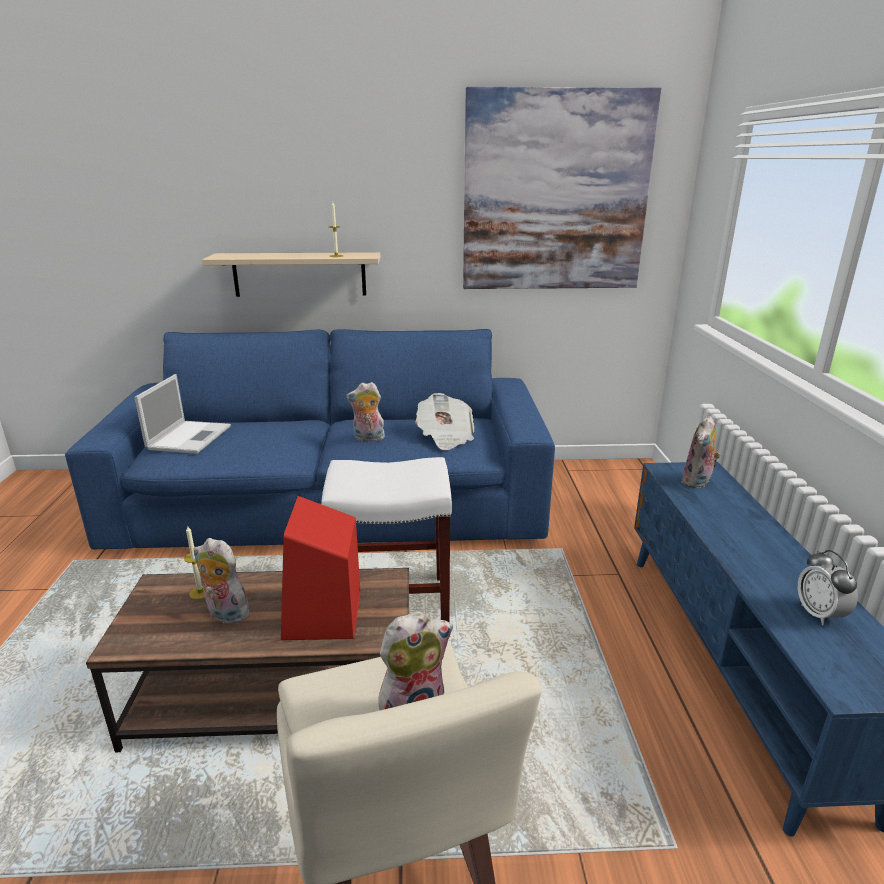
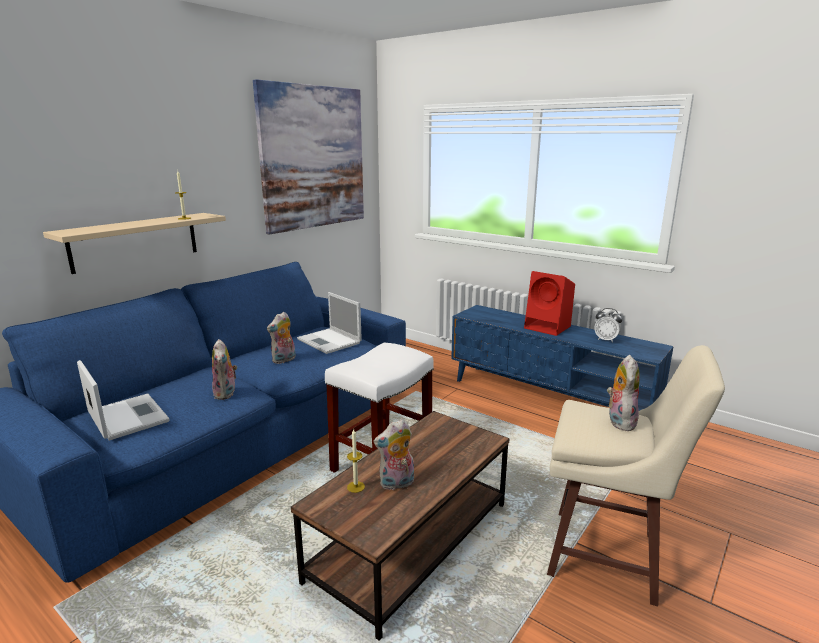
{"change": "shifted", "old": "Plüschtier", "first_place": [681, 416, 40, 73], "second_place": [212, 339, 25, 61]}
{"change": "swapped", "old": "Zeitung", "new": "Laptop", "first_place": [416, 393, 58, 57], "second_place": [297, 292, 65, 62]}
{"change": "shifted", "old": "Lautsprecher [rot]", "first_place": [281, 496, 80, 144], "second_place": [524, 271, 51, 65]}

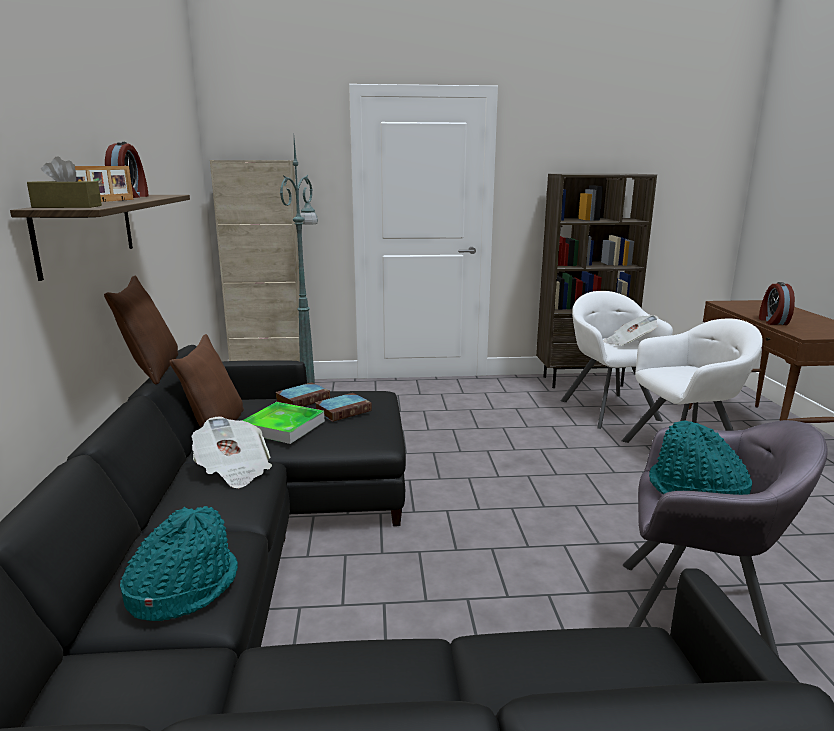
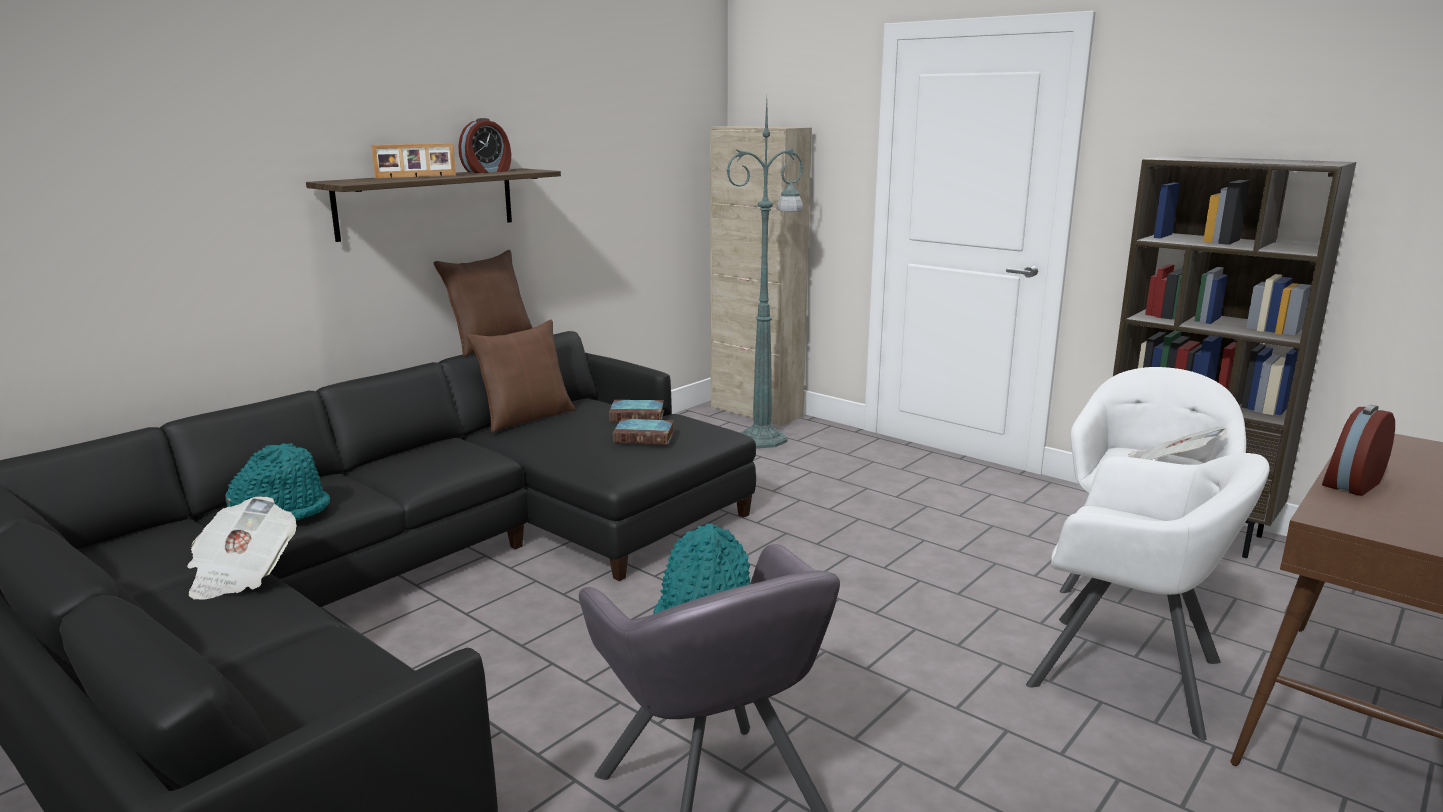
{"change": "shifted", "old": "Zeitung", "first_place": [192, 417, 80, 71], "second_place": [187, 496, 110, 104]}
{"change": "gone", "old": "Taschentuchbox [braun]", "first_place": [27, 157, 75, 51]}
{"change": "gone", "old": "Tablett", "first_place": [242, 402, 83, 42]}

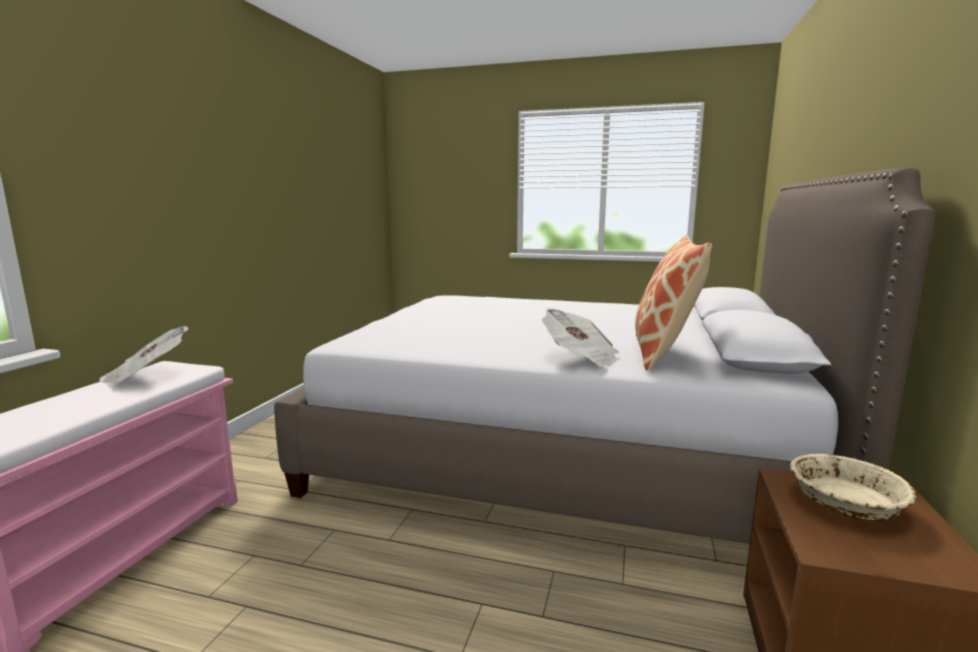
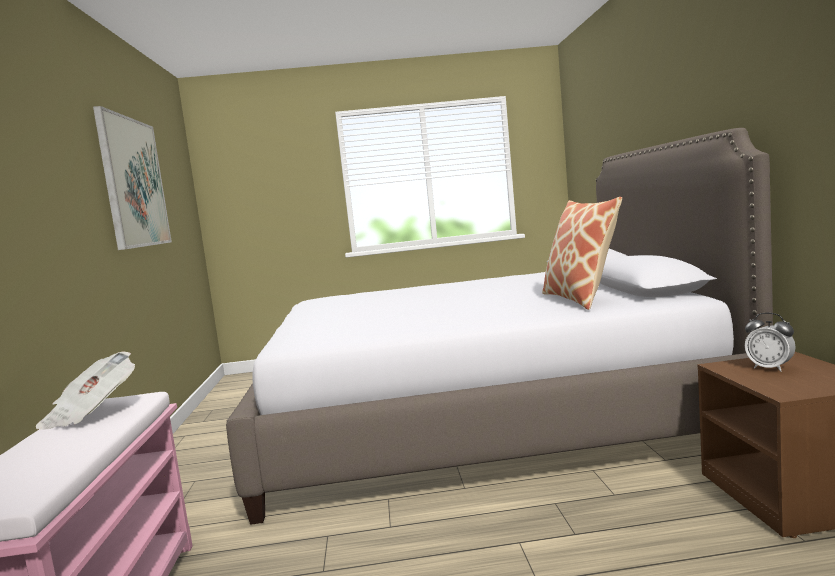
{"change": "new", "new": "Bild", "second_place": [93, 106, 79, 144]}
{"change": "swapped", "old": "Schüssel [beige]", "new": "Wecker", "first_place": [790, 454, 126, 67], "second_place": [745, 313, 51, 59]}
{"change": "gone", "old": "Zeitung", "first_place": [542, 308, 77, 60]}

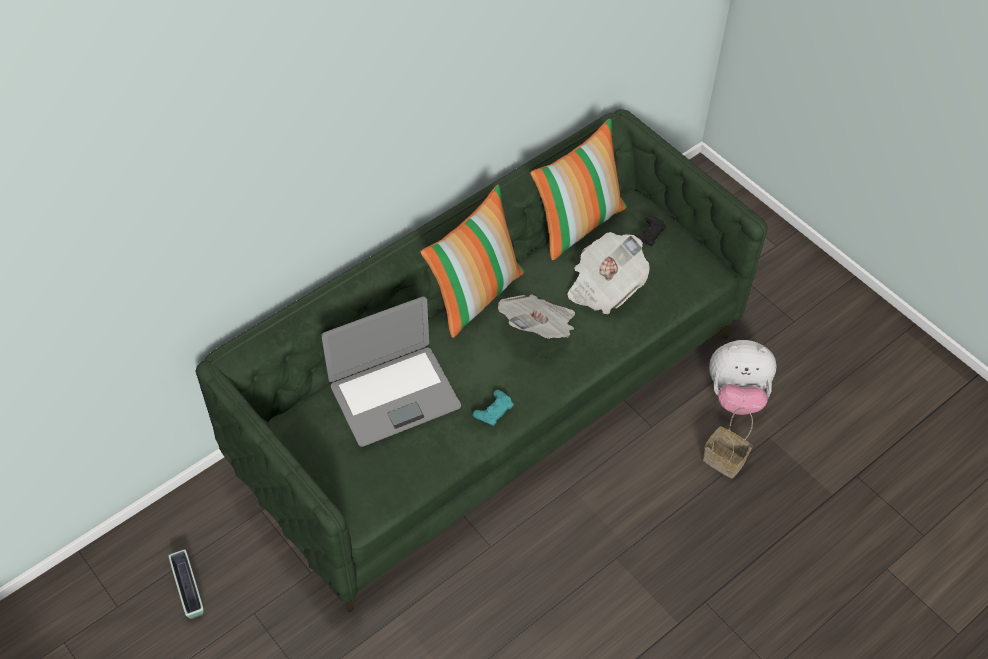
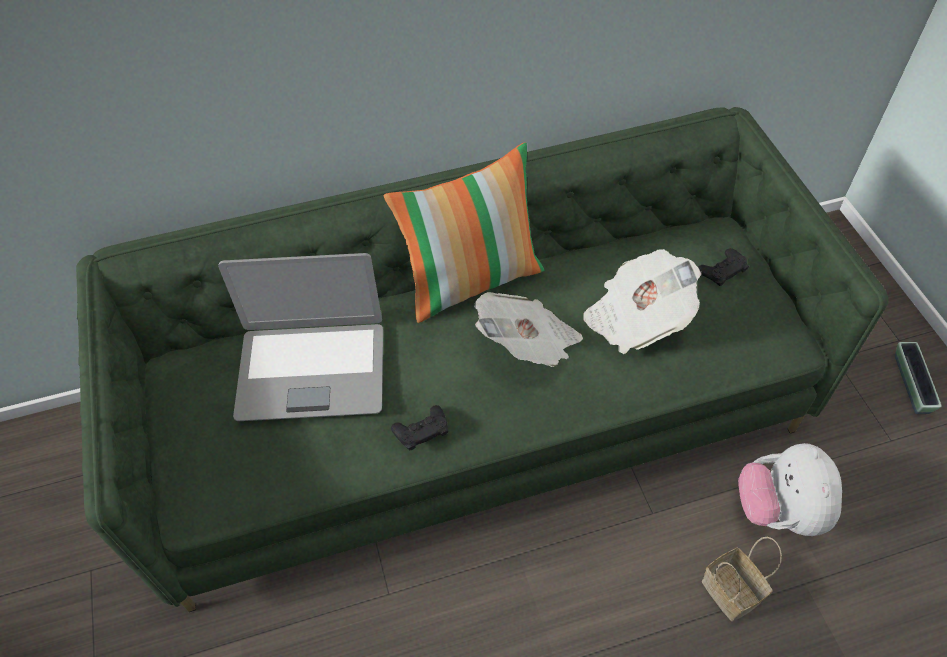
{"change": "repainted", "old": "Gamepad [türkis]", "new": "Gamepad [schwarz]", "first_place": [473, 390, 41, 36], "second_place": [391, 405, 57, 45]}
{"change": "rotated", "old": "Plüschtier", "first_place": [709, 340, 68, 75], "second_place": [738, 443, 104, 93], "degrees": 60}
{"change": "shifted", "old": "Pflanzkübel", "first_place": [169, 549, 35, 70], "second_place": [895, 342, 46, 72]}
{"change": "gone", "old": "Kissen", "first_place": [530, 118, 97, 142]}

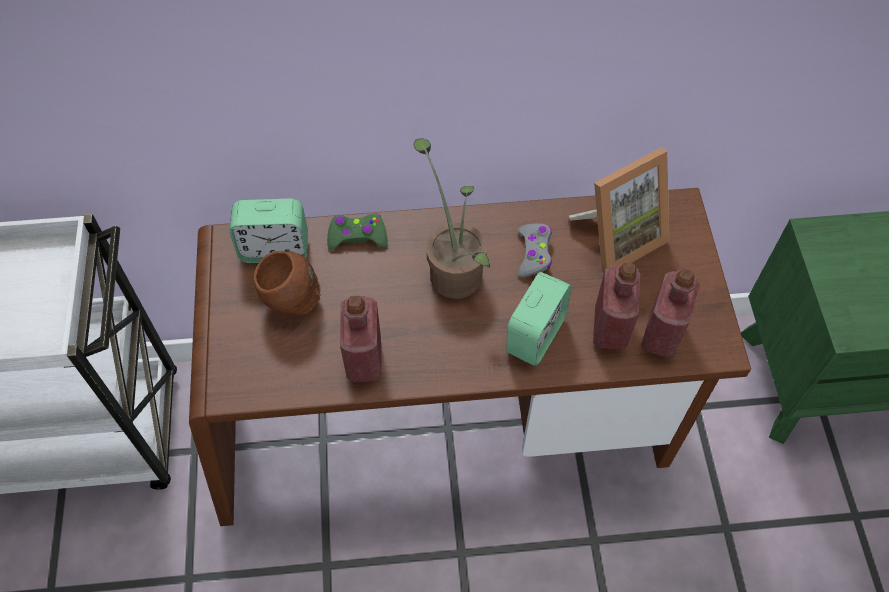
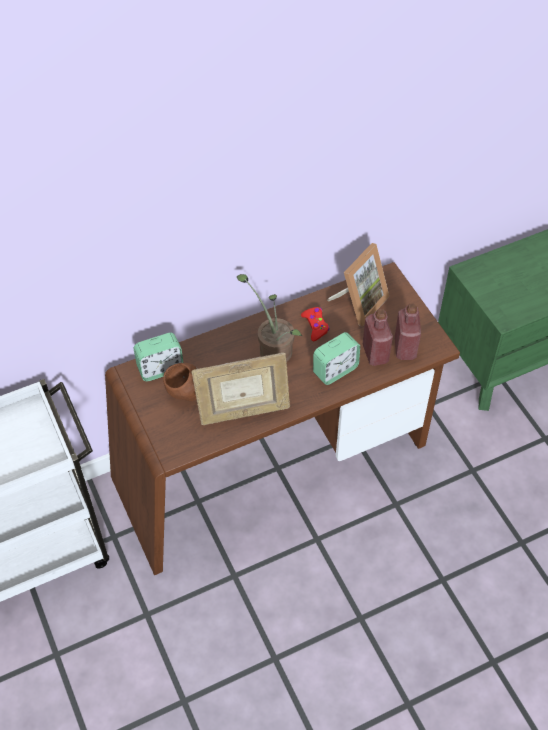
{"change": "swapped", "old": "Flasche [rot]", "new": "Bilderrahmen", "first_place": [340, 296, 41, 86], "second_place": [191, 353, 99, 72]}
{"change": "repainted", "old": "Gamepad [grau]", "new": "Gamepad [rot]", "first_place": [518, 223, 34, 55], "second_place": [301, 307, 28, 34]}
{"change": "rotated", "old": "Wecker", "first_place": [506, 272, 65, 94], "second_place": [313, 332, 47, 53], "degrees": 45}
{"change": "gone", "old": "Gamepad [grün]", "first_place": [327, 213, 61, 37]}

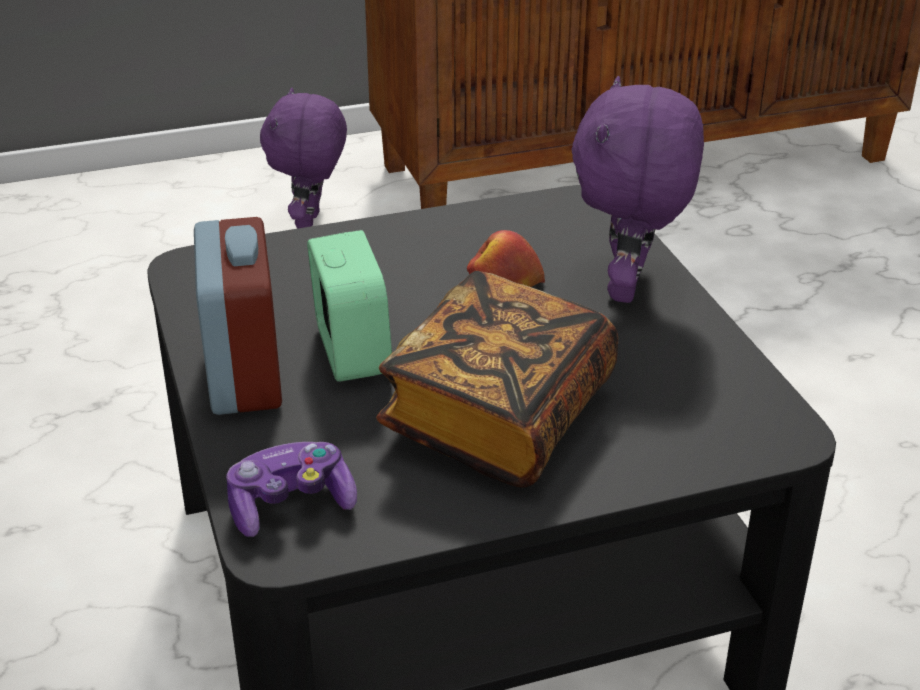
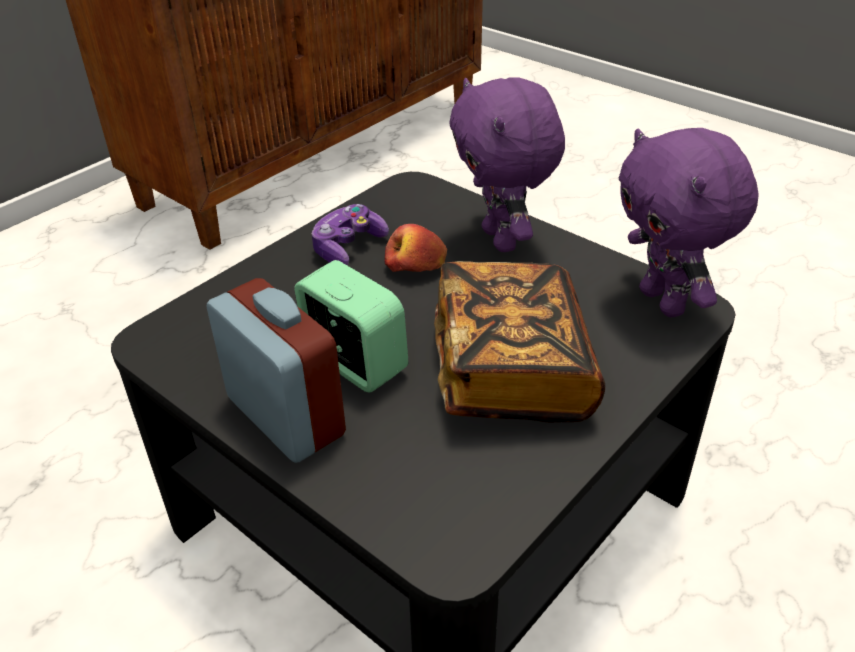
{"change": "shifted", "old": "Gamepad", "first_place": [226, 442, 131, 95], "second_place": [312, 204, 77, 61]}
{"change": "shifted", "old": "Plüschtier [lila]", "first_place": [260, 88, 87, 140], "second_place": [619, 128, 140, 189]}

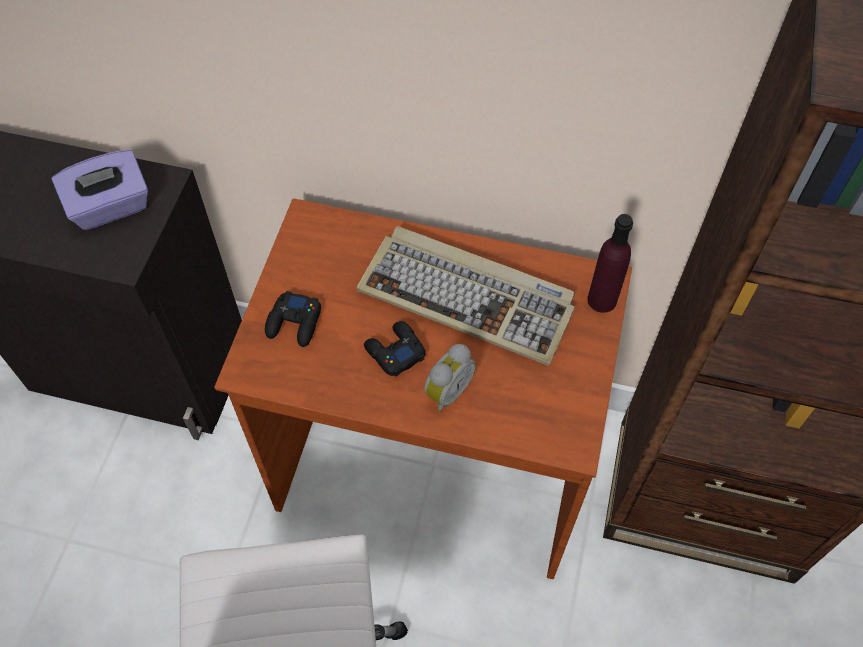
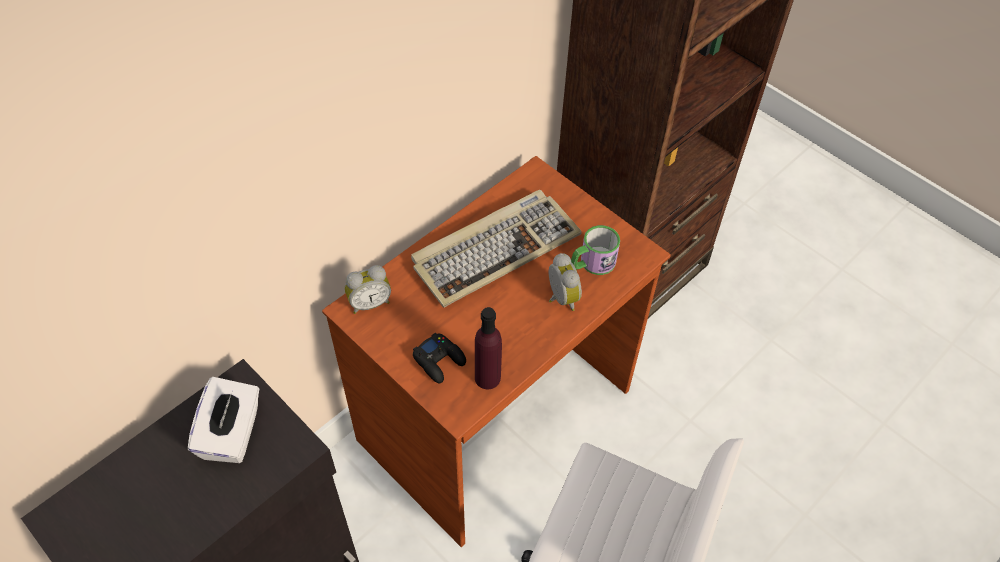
{"change": "repainted", "old": "Taschentuchbox [lila]", "new": "Taschentuchbox [weiß]", "first_place": [51, 150, 97, 80], "second_place": [188, 377, 71, 86]}
{"change": "new", "new": "Wecker", "second_place": [345, 265, 46, 49]}
{"change": "shifted", "old": "Flasche [lila]", "first_place": [587, 214, 46, 99], "second_place": [475, 307, 27, 83]}
{"change": "new", "new": "Henkelbecher", "second_place": [571, 225, 49, 50]}
{"change": "gone", "old": "Gamepad [schwarz]", "first_place": [364, 321, 62, 55]}

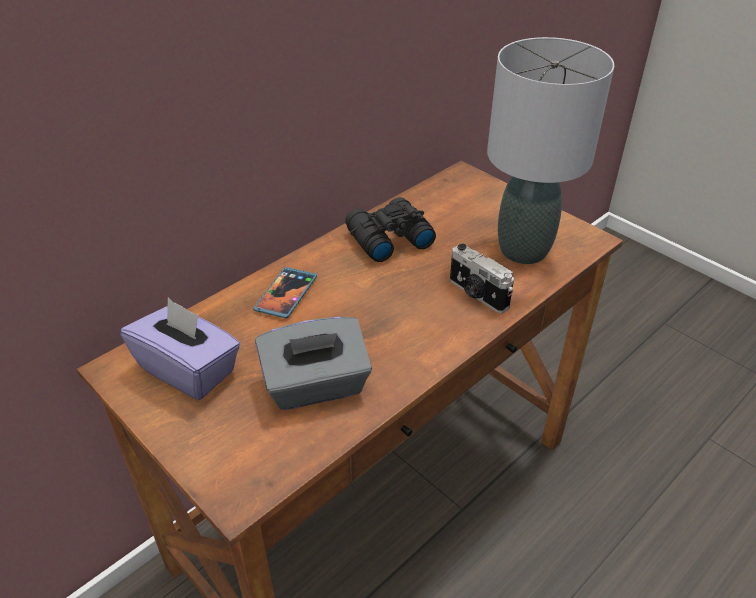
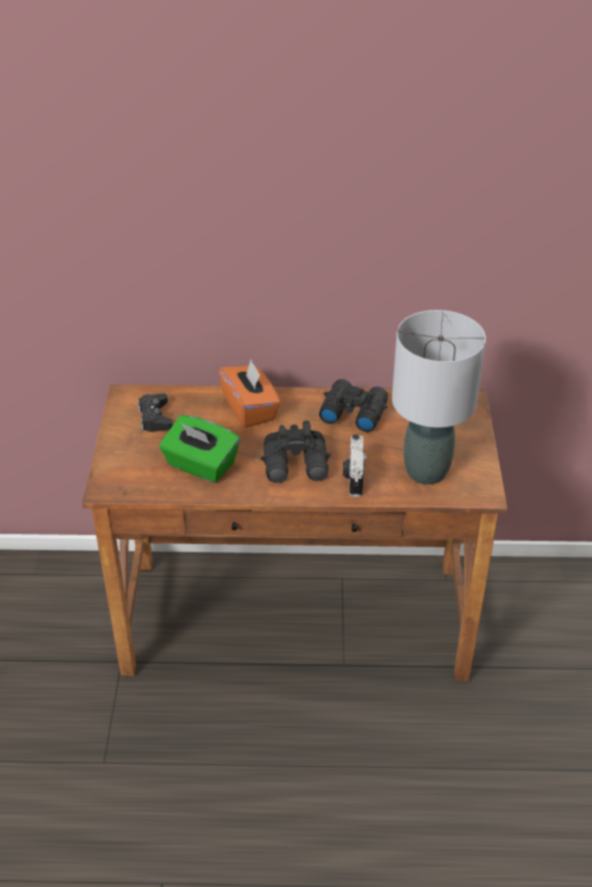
{"change": "swapped", "old": "Taschentuchbox [lila]", "new": "Gamepad [schwarz]", "first_place": [120, 298, 120, 102], "second_place": [138, 393, 35, 39]}
{"change": "repainted", "old": "Taschentuchbox [grau]", "new": "Taschentuchbox [grün]", "first_place": [255, 317, 117, 93], "second_place": [159, 415, 81, 68]}
{"change": "swapped", "old": "Handy", "new": "Taschentuchbox [orange]", "first_place": [253, 267, 64, 52], "second_place": [218, 360, 63, 68]}
{"change": "new", "new": "Fernglas [schwarz]", "second_place": [261, 420, 70, 63]}

